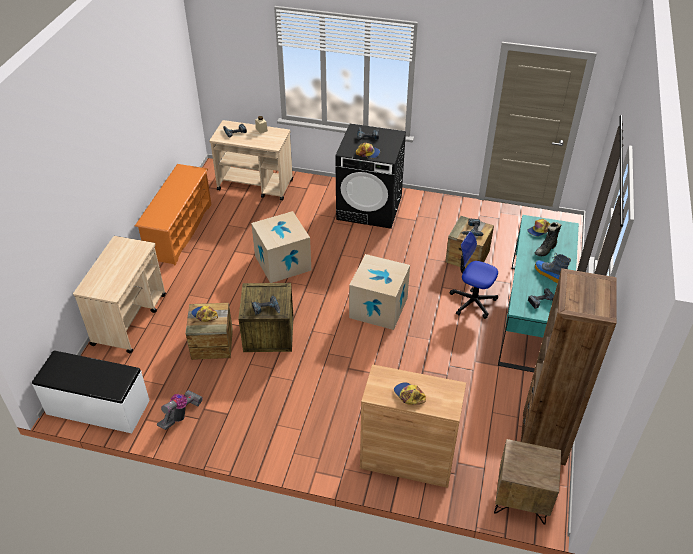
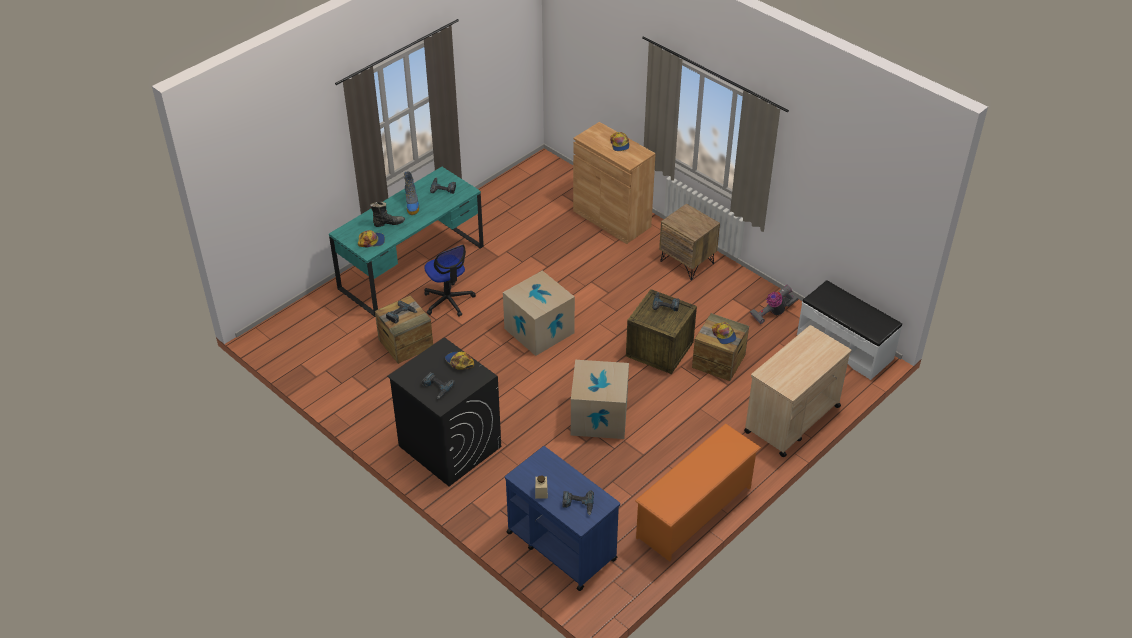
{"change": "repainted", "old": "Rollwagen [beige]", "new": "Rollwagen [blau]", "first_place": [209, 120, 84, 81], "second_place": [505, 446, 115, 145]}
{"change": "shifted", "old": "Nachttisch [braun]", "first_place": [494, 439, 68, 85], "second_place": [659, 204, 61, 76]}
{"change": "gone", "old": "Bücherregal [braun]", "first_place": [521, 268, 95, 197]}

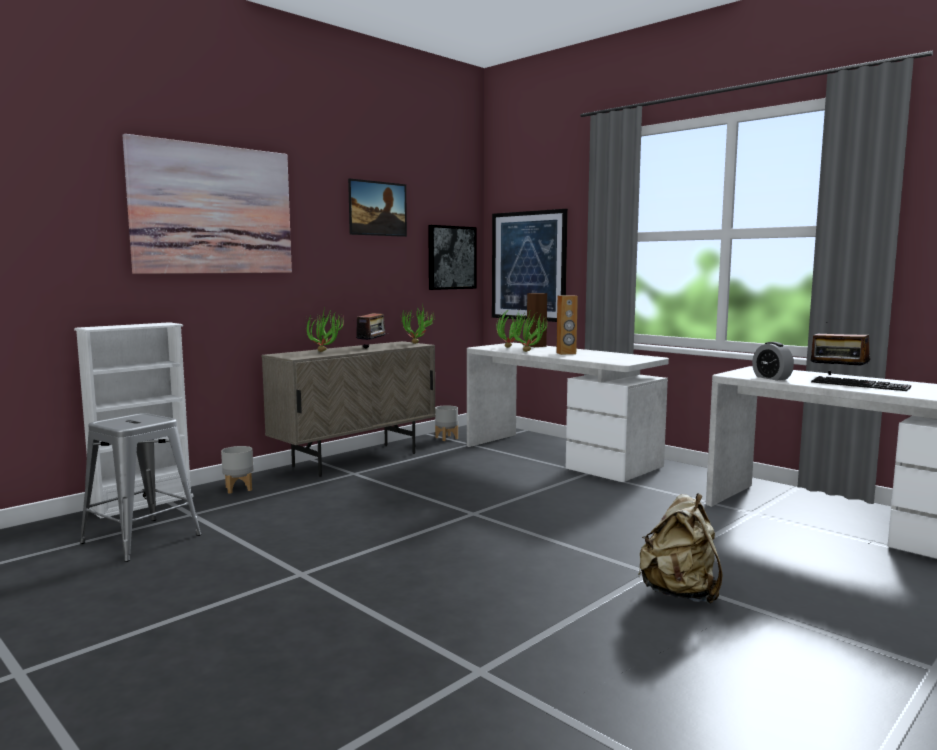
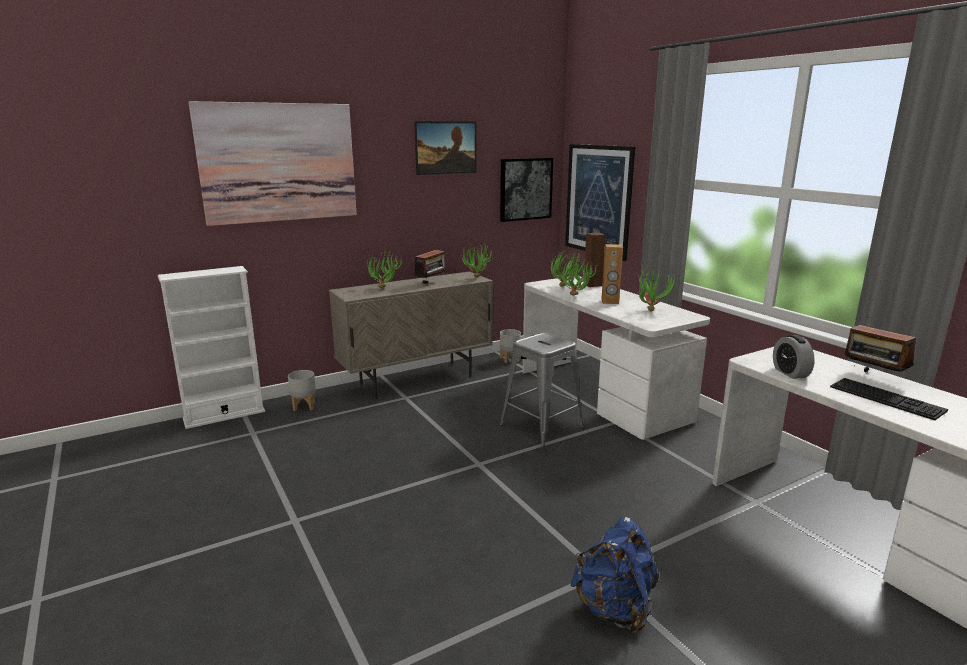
{"change": "shifted", "old": "Hocker [grau]", "first_place": [80, 413, 121, 149], "second_place": [500, 333, 84, 114]}
{"change": "repainted", "old": "Rucksack [beige]", "new": "Rucksack [blau]", "first_place": [638, 493, 85, 111], "second_place": [570, 517, 89, 116]}
{"change": "new", "new": "Topfpflanze", "second_place": [637, 267, 40, 45]}

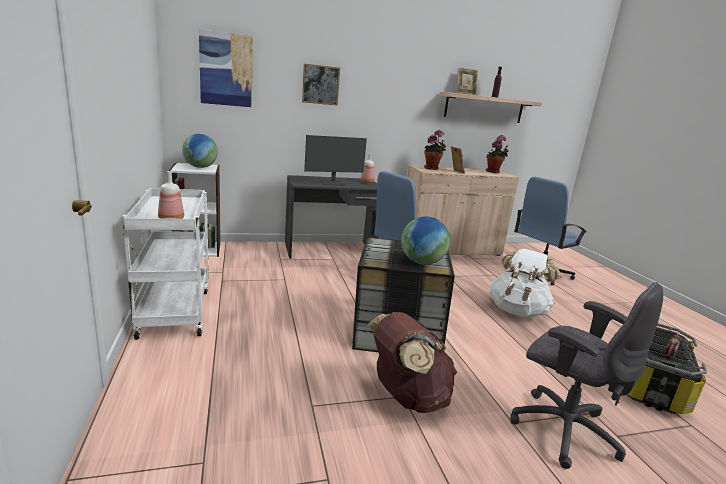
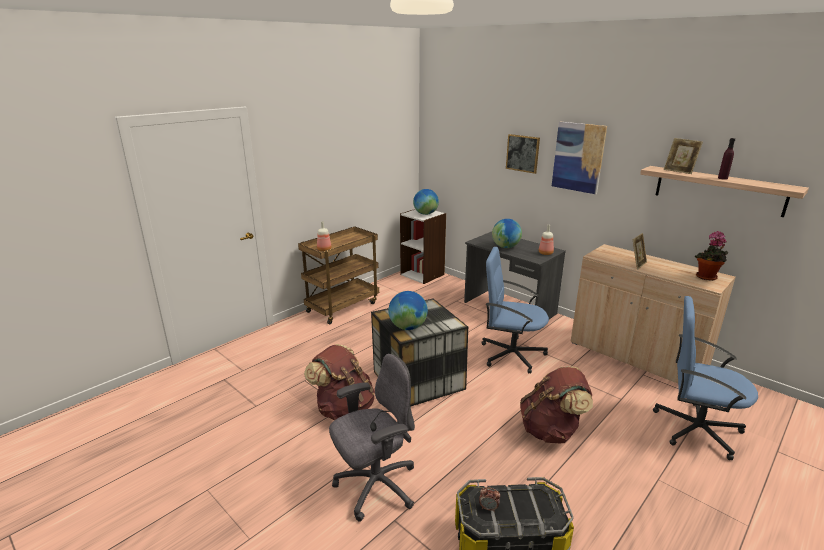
{"change": "repainted", "old": "Rollwagen [weiß]", "new": "Rollwagen [braun]", "first_place": [122, 188, 87, 152], "second_place": [298, 226, 81, 98]}
{"change": "rotated", "old": "Bürostuhl [grau]", "first_place": [510, 282, 153, 187], "second_place": [329, 354, 86, 168], "degrees": -135}
{"change": "swapped", "old": "Monitor", "new": "Globus", "first_place": [304, 135, 63, 50], "second_place": [492, 219, 30, 29]}
{"change": "repainted", "old": "Rucksack [weiß]", "new": "Rucksack [braun]", "first_place": [489, 249, 72, 69], "second_place": [520, 366, 73, 77]}
{"change": "shifted", "old": "Bild", "first_place": [199, 29, 54, 78], "second_place": [552, 122, 55, 72]}
{"change": "gone", "old": "Topfpflanze", "first_place": [424, 130, 23, 40]}

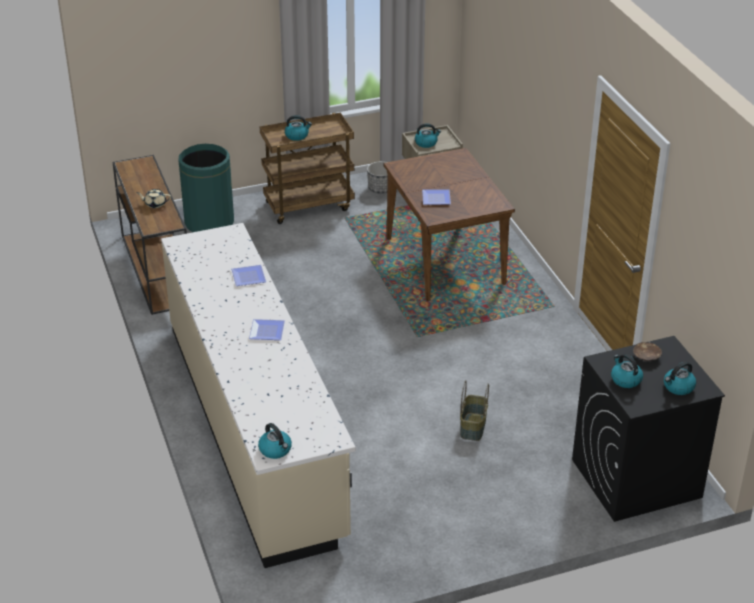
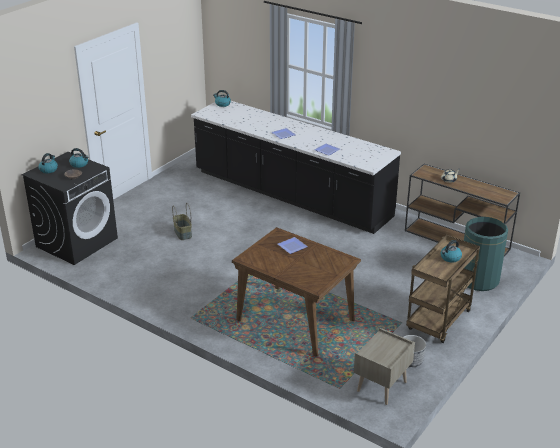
{"change": "repainted", "old": "Küchenzeile [beige]", "new": "Küchenzeile [schwarz]", "first_place": [161, 223, 195, 345], "second_place": [191, 101, 210, 133]}
{"change": "gone", "old": "Wasserkessel", "first_place": [415, 123, 26, 25]}

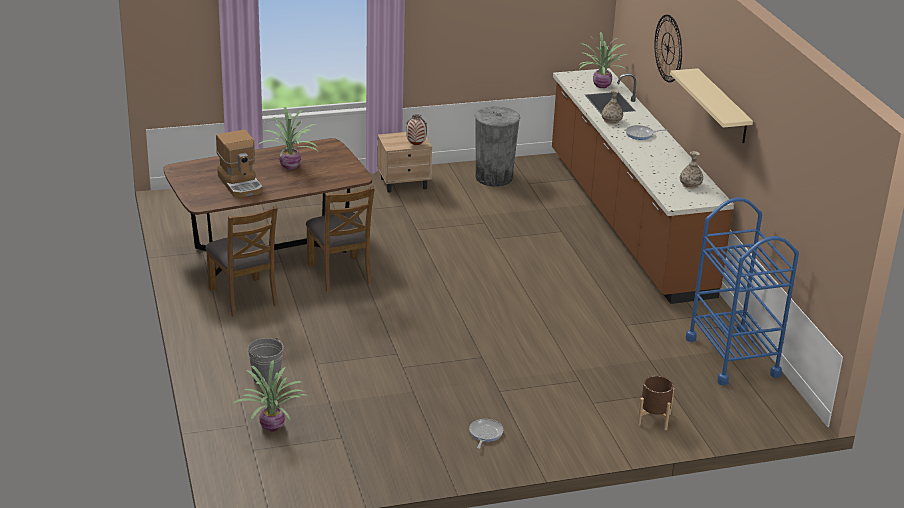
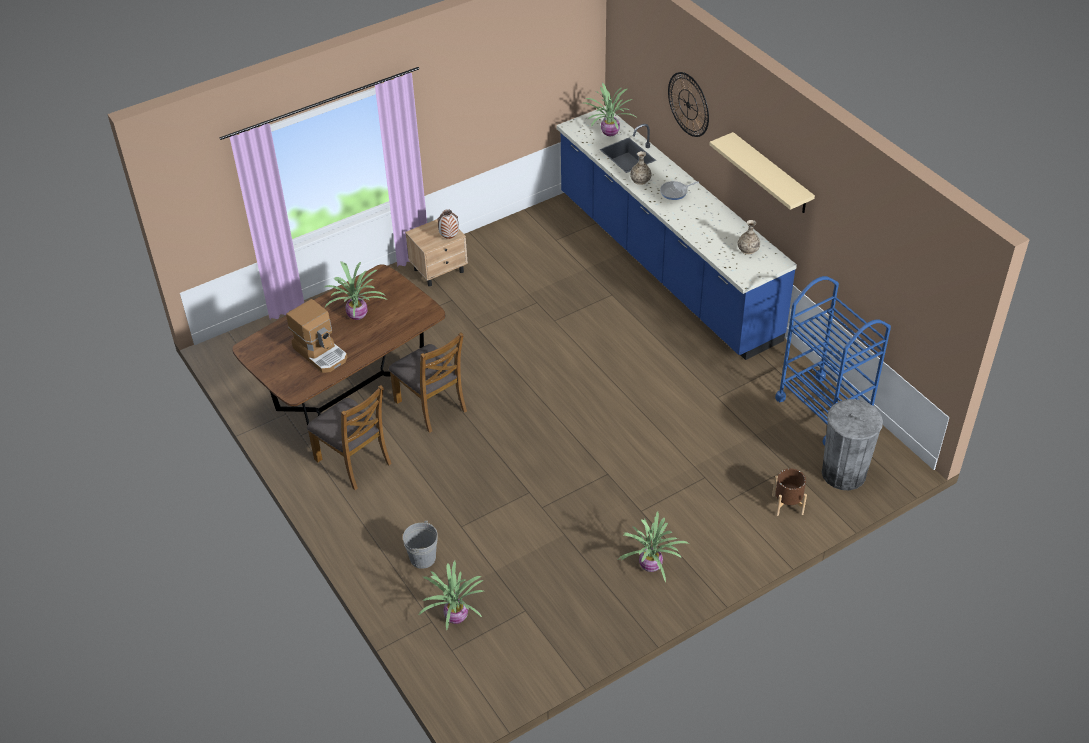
{"change": "repainted", "old": "Küchenzeile [braun]", "new": "Küchenzeile [blau]", "first_place": [552, 68, 182, 236], "second_place": [557, 106, 240, 254]}
{"change": "swapped", "old": "Pfanne", "new": "Topfpflanze", "first_place": [469, 419, 34, 30], "second_place": [618, 511, 71, 71]}
{"change": "shifted", "old": "Mülleimer [grau]", "first_place": [475, 106, 45, 81], "second_place": [822, 399, 61, 91]}

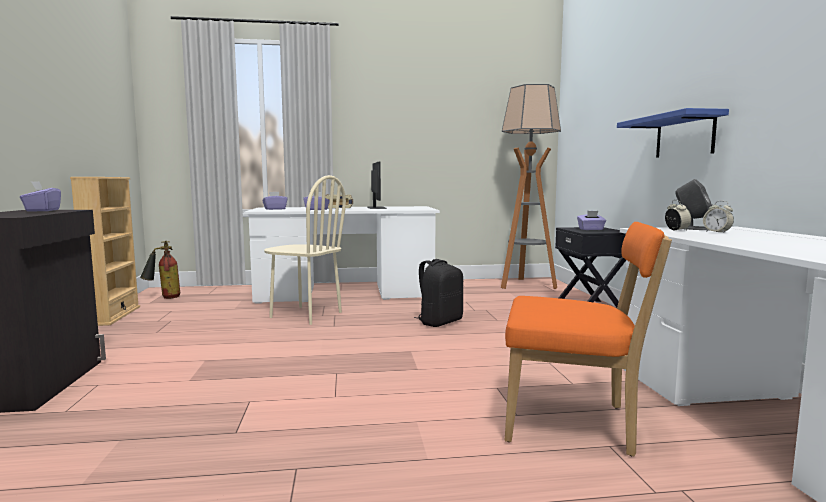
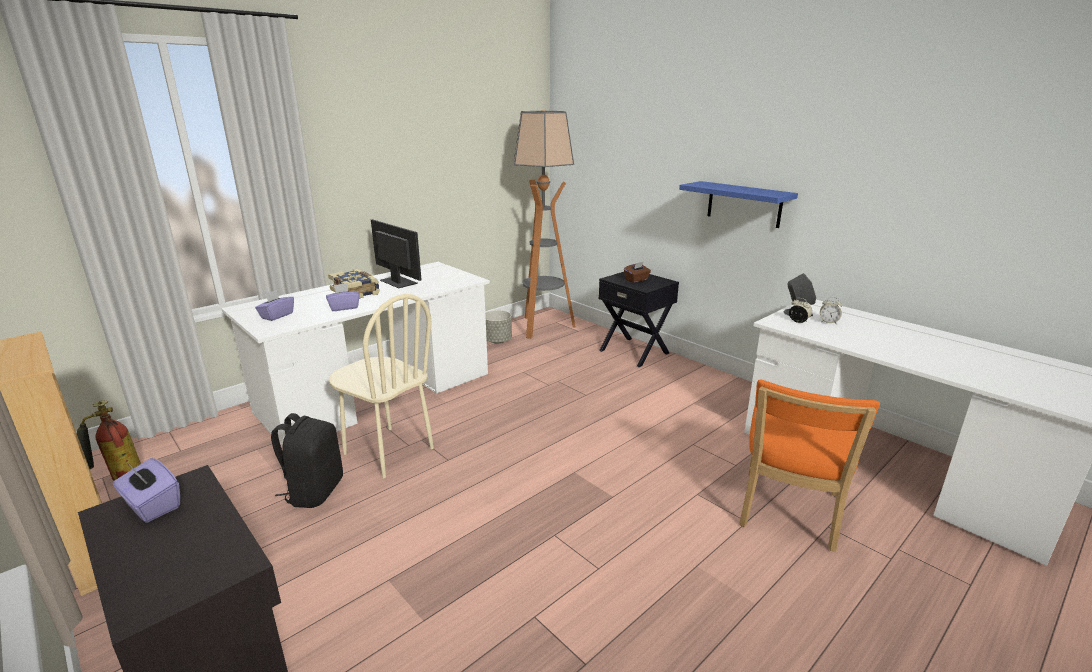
{"change": "shifted", "old": "Rucksack [schwarz]", "first_place": [414, 259, 49, 68], "second_place": [271, 413, 72, 95]}
{"change": "rotated", "old": "Stuhl [beige]", "first_place": [264, 175, 82, 150], "second_place": [329, 294, 105, 185], "degrees": 45}
{"change": "new", "new": "Pflanzkübel [grau]", "second_place": [485, 310, 27, 33]}
{"change": "repainted", "old": "Taschentuchbox [lila]", "new": "Taschentuchbox [braun]", "first_place": [577, 211, 29, 19], "second_place": [624, 262, 27, 21]}
{"change": "rotated", "old": "Stuhl [orange]", "first_place": [505, 222, 167, 235], "second_place": [739, 380, 141, 171], "degrees": 135}

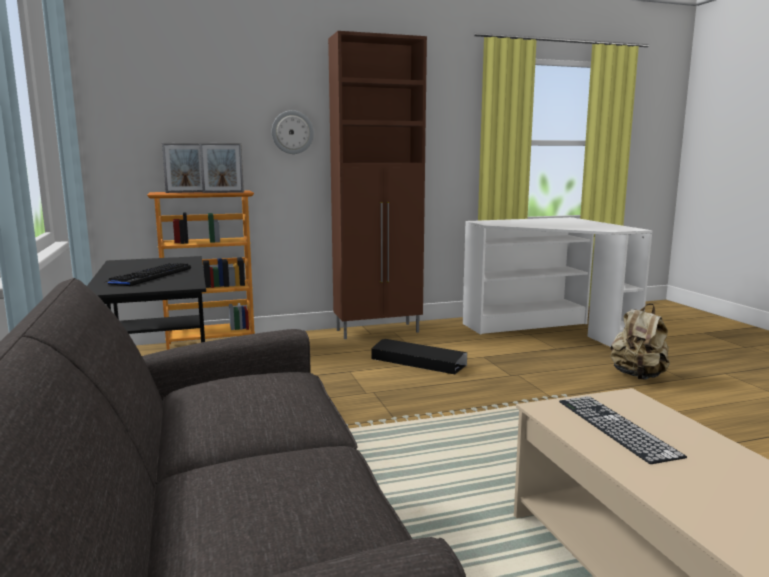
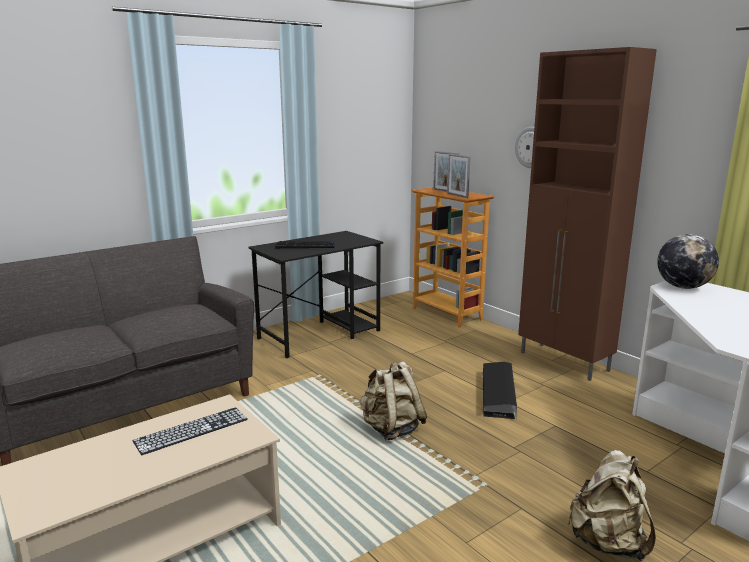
{"change": "new", "new": "Rucksack [beige]", "second_place": [360, 361, 67, 80]}
{"change": "new", "new": "Globus", "second_place": [657, 234, 62, 55]}

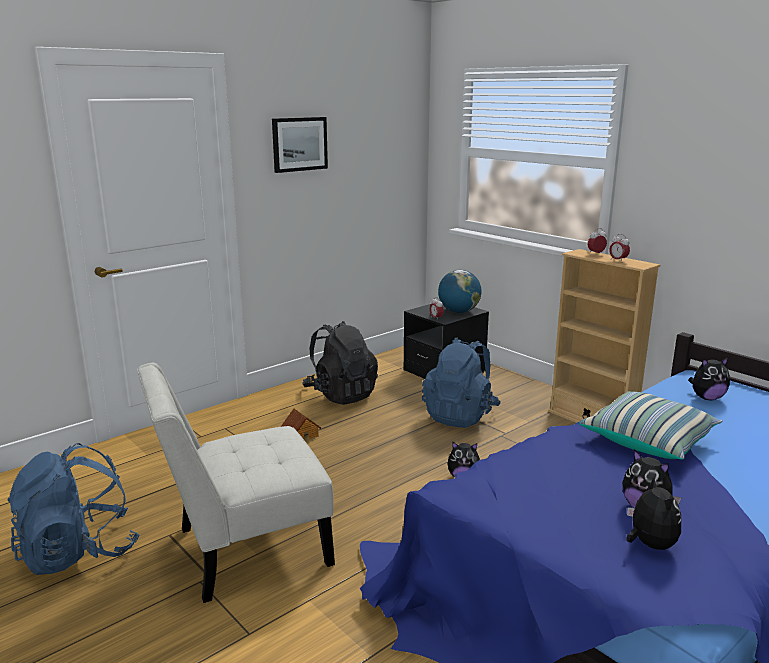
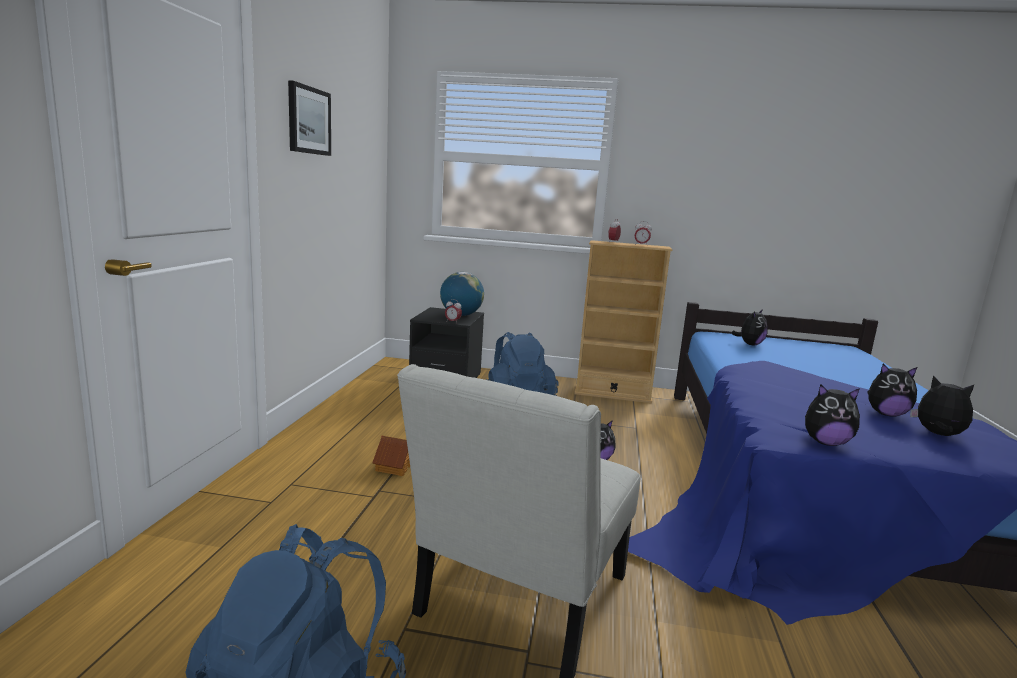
{"change": "new", "new": "Plüschtier", "second_place": [805, 384, 55, 62]}
{"change": "gone", "old": "Rucksack [schwarz]", "first_place": [302, 321, 76, 84]}
{"change": "gone", "old": "Kissen", "first_place": [579, 391, 144, 69]}

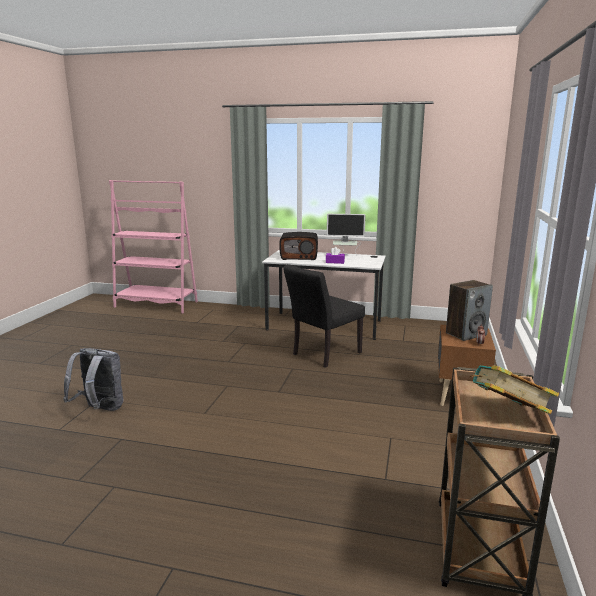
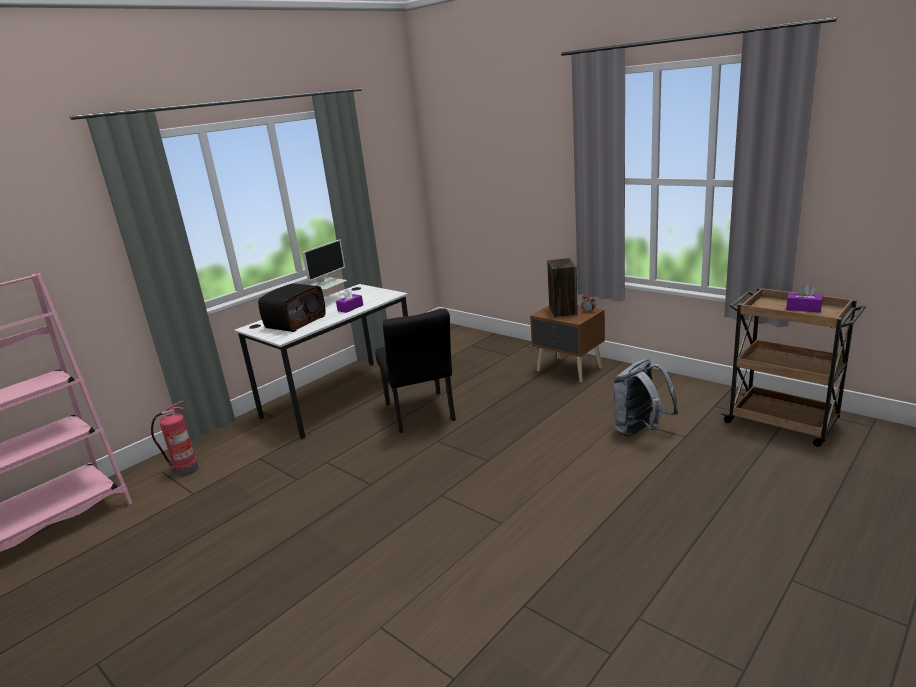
{"change": "new", "new": "Feuerlöscher", "second_place": [151, 401, 48, 76]}
{"change": "shifted", "old": "Rucksack [grau]", "first_place": [64, 348, 59, 63], "second_place": [613, 359, 65, 77]}
{"change": "swapped", "old": "Buch", "new": "Taschentuchbox [lila]", "first_place": [470, 365, 89, 49], "second_place": [786, 284, 37, 28]}

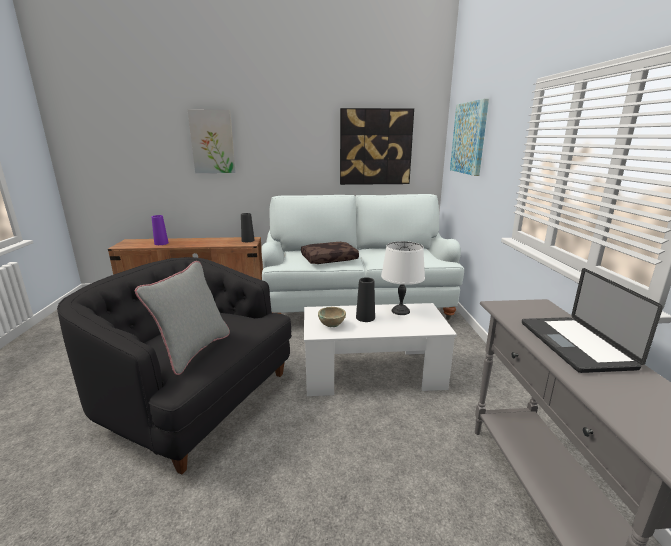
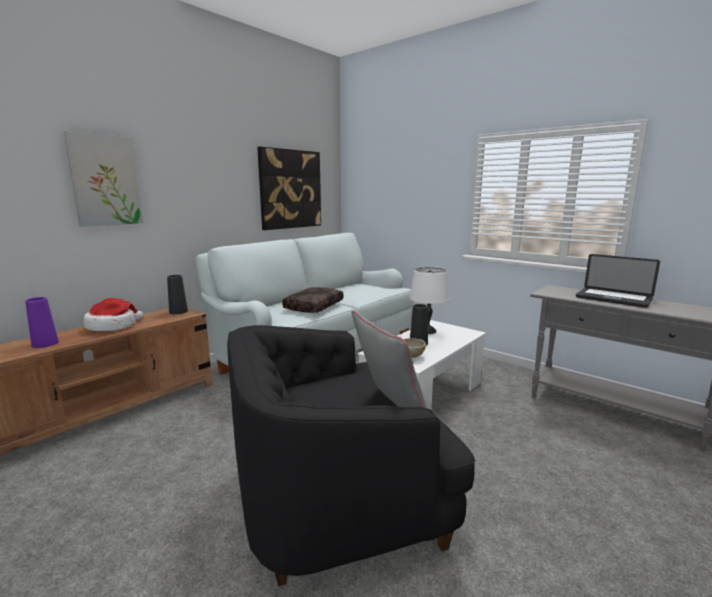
{"change": "new", "new": "Hut", "second_place": [83, 298, 61, 33]}
{"change": "gone", "old": "Bild", "first_place": [450, 99, 39, 77]}

